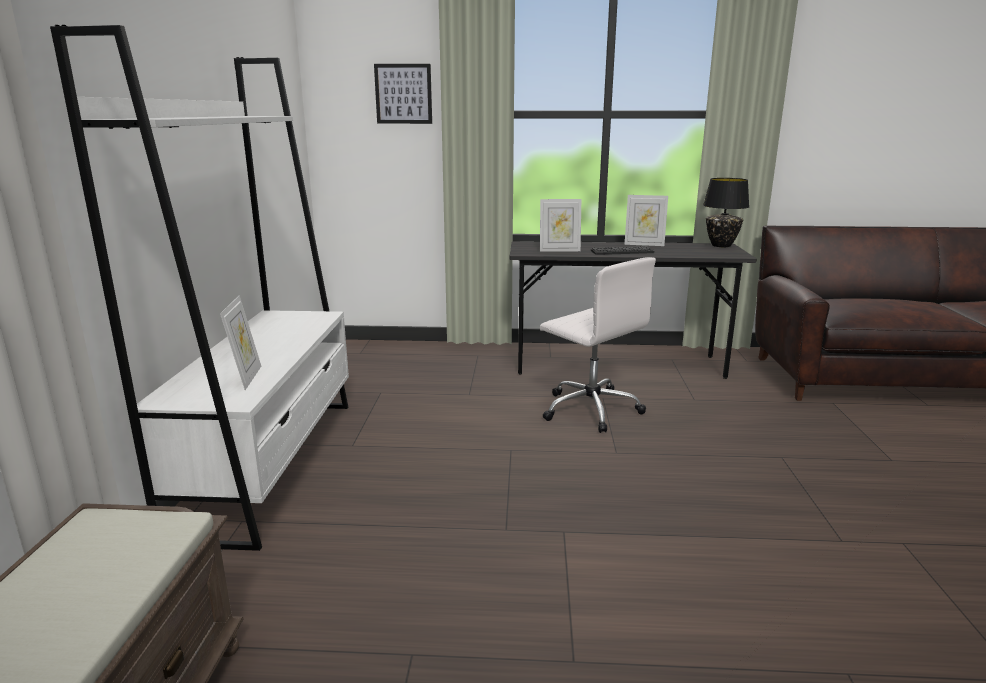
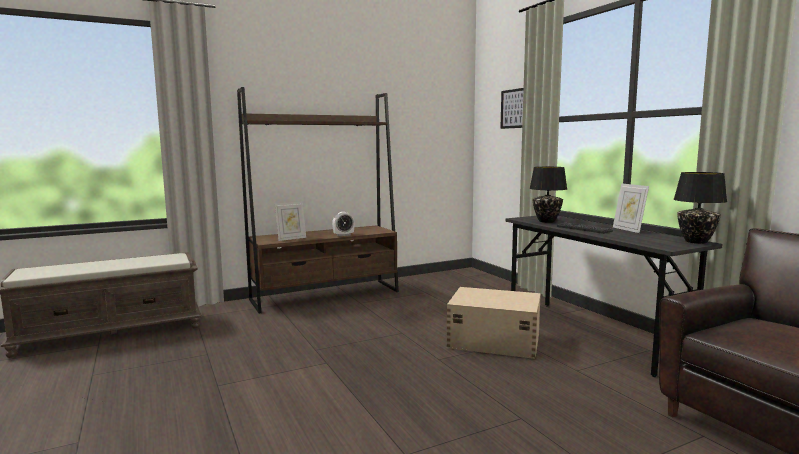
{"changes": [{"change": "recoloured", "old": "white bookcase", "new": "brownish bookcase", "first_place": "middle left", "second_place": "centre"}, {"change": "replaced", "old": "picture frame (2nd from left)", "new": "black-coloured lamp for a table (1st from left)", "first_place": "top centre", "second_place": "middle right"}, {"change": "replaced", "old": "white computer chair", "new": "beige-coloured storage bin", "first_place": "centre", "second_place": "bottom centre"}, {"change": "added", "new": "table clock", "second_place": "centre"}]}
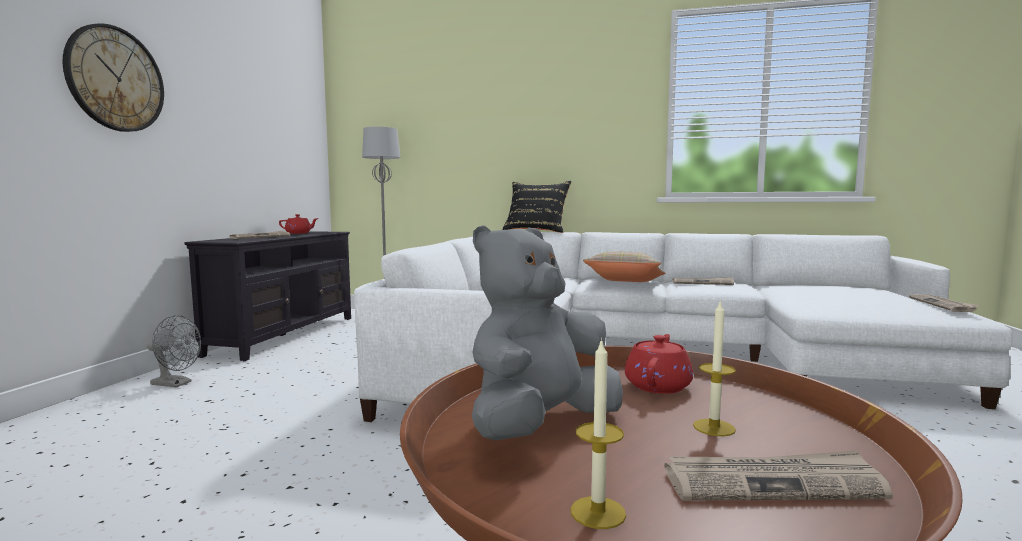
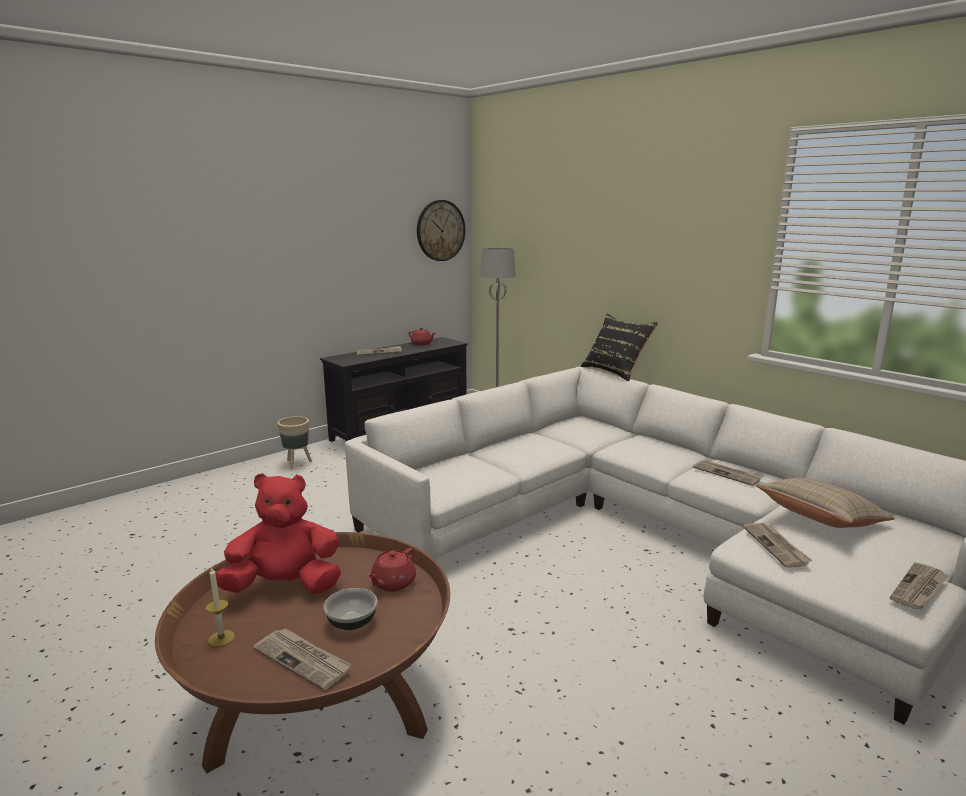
{"changes": [{"change": "moved", "old": "hanging clock", "first_place": "top left", "second_place": "top centre"}, {"change": "recoloured", "old": "grey cuddly toy", "new": "red cuddly toy", "first_place": "centre", "second_place": "bottom left"}, {"change": "moved", "old": "beige-coloured pillow", "first_place": "centre", "second_place": "middle right"}, {"change": "replaced", "old": "wax light (2nd from left)", "new": "serving bowl", "first_place": "bottom right", "second_place": "bottom centre"}, {"change": "replaced", "old": "grey cooling fan", "new": "beige-coloured flower pot", "first_place": "middle left", "second_place": "middle left"}, {"change": "turned", "old": "red teapot (2nd from left in the first image)", "first_place": "bottom centre", "second_place": "bottom centre", "degrees": 150}, {"change": "added", "new": "daily paper (4th from left)", "second_place": "bottom right"}]}
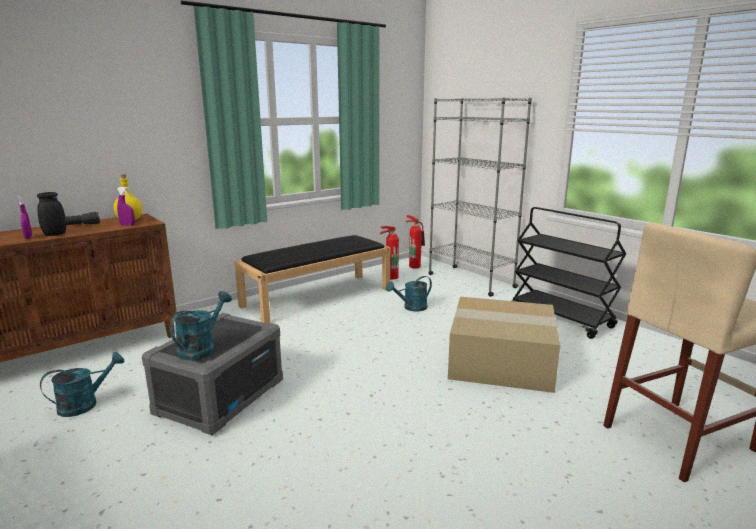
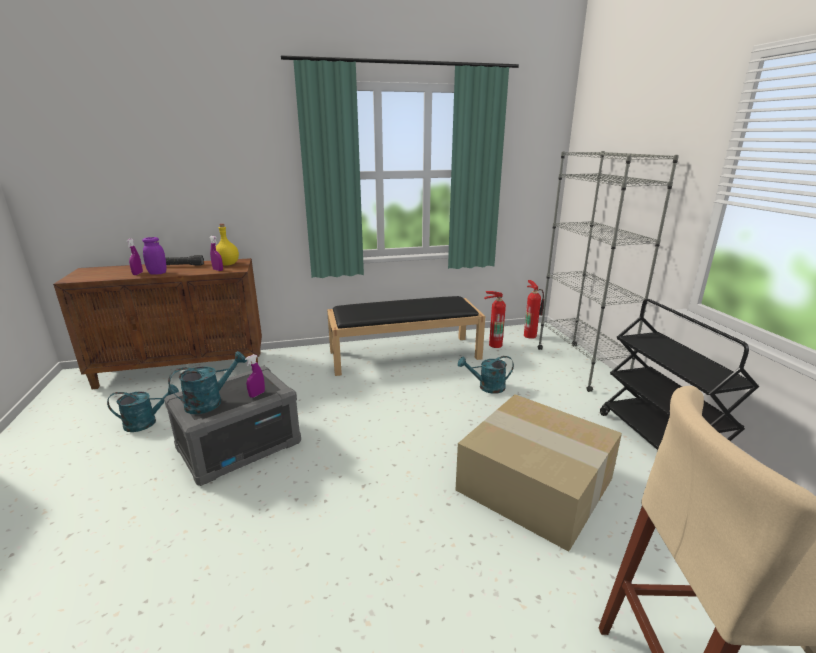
{"changes": [{"change": "recoloured", "old": "black-coloured storage jar", "new": "purplish storage jar", "first_place": "middle left", "second_place": "middle left"}, {"change": "added", "new": "purplish spray bottle (3rd from left)", "second_place": "middle left"}]}
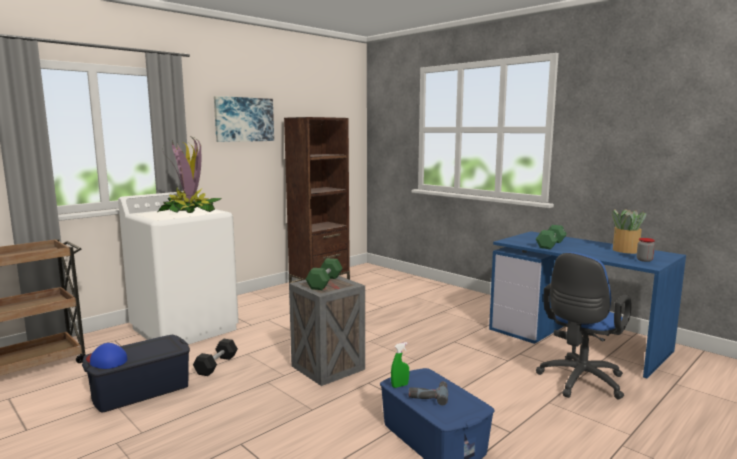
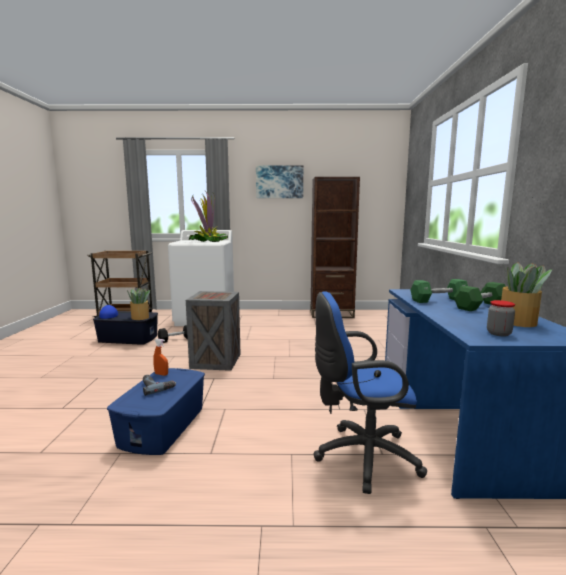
{"changes": [{"change": "moved", "old": "green dumbbell (1st from left in the first image)", "new": "green dumbbell (2nd from left)", "first_place": "centre", "second_place": "middle right"}, {"change": "recoloured", "old": "green spray bottle", "new": "orange spray bottle", "first_place": "bottom centre", "second_place": "middle left"}, {"change": "added", "new": "houseplant (1st from left)", "second_place": "middle left"}]}
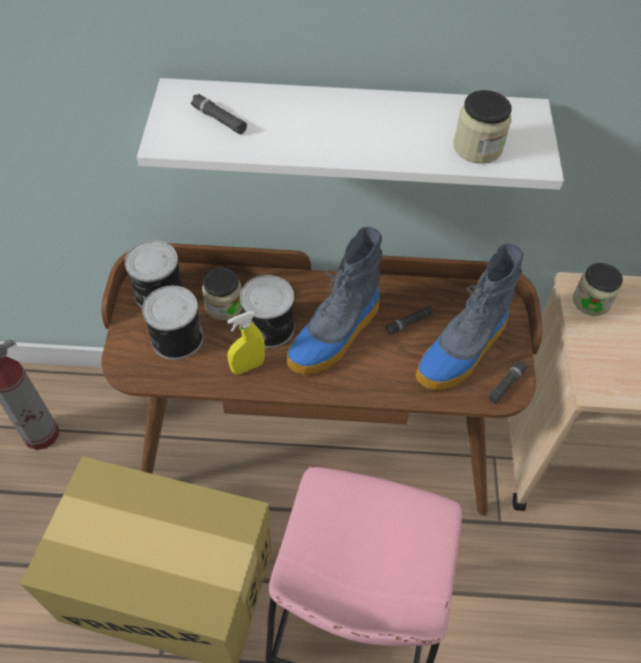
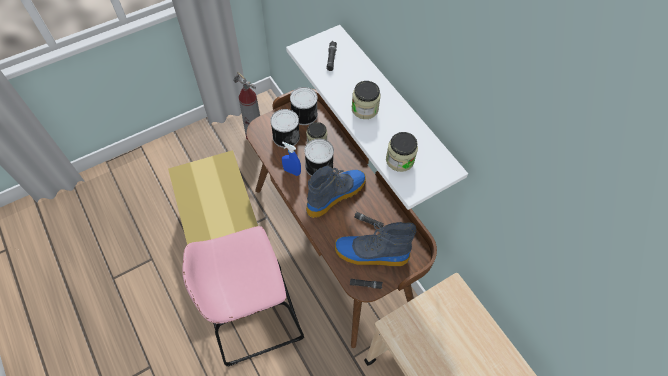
{"changes": [{"change": "turned", "old": "tall boot (1st from left)", "first_place": "centre", "second_place": "centre", "degrees": 135}, {"change": "moved", "old": "storage jar (3rd from left in the first image)", "new": "storage jar (2nd from left)", "first_place": "middle right", "second_place": "top centre"}, {"change": "recoloured", "old": "yellow spray bottle", "new": "bluish spray bottle", "first_place": "centre", "second_place": "centre"}]}
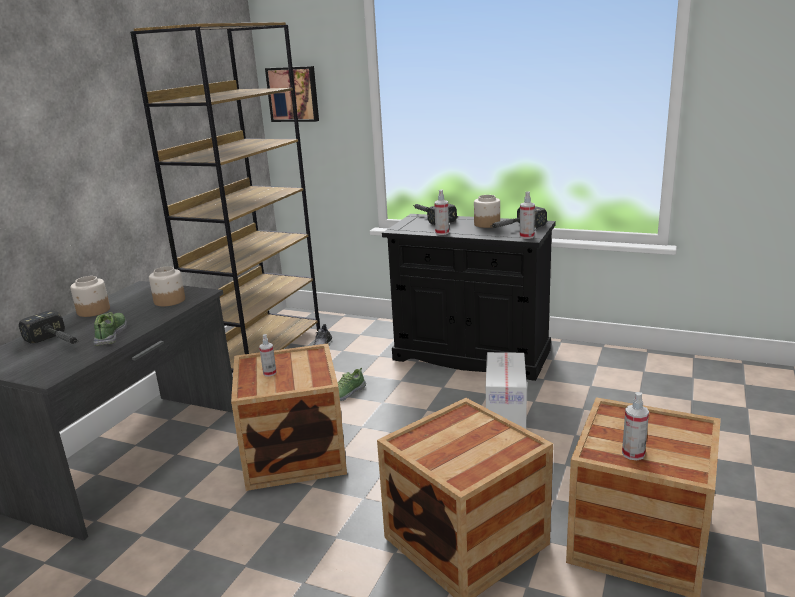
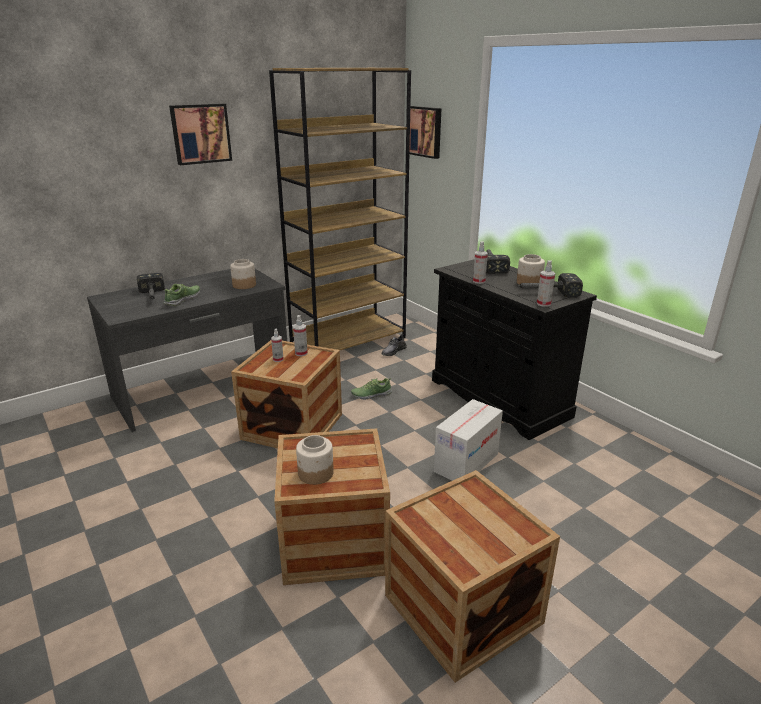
{"changes": [{"change": "moved", "old": "storage jar (1st from left in the first image)", "new": "storage jar (2nd from left)", "first_place": "middle left", "second_place": "centre"}, {"change": "moved", "old": "spray bottle (4th from left in the first image)", "new": "spray bottle (2nd from left)", "first_place": "bottom right", "second_place": "centre"}, {"change": "added", "new": "wall picture (1st from left)", "second_place": "top left"}]}
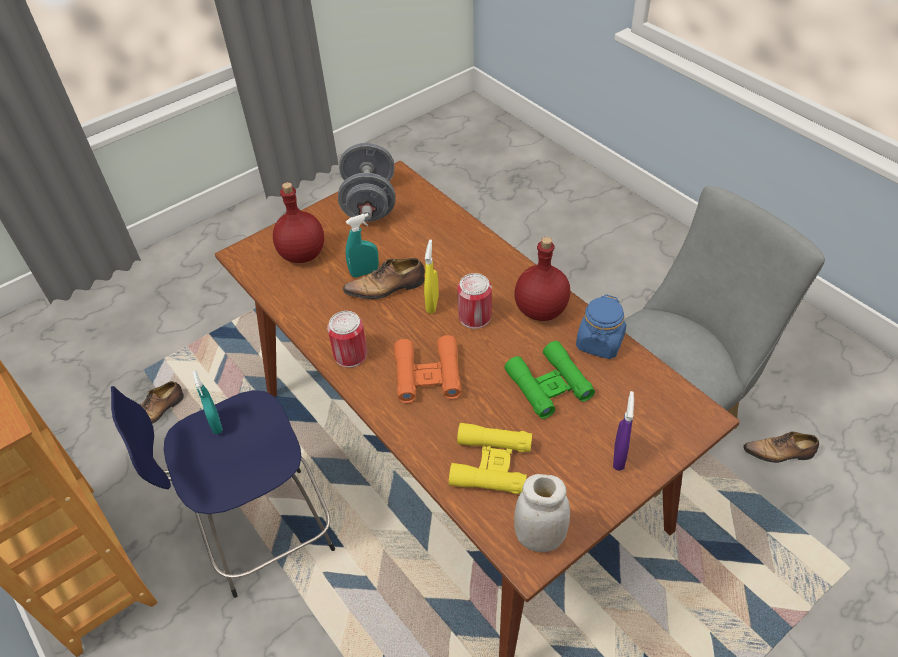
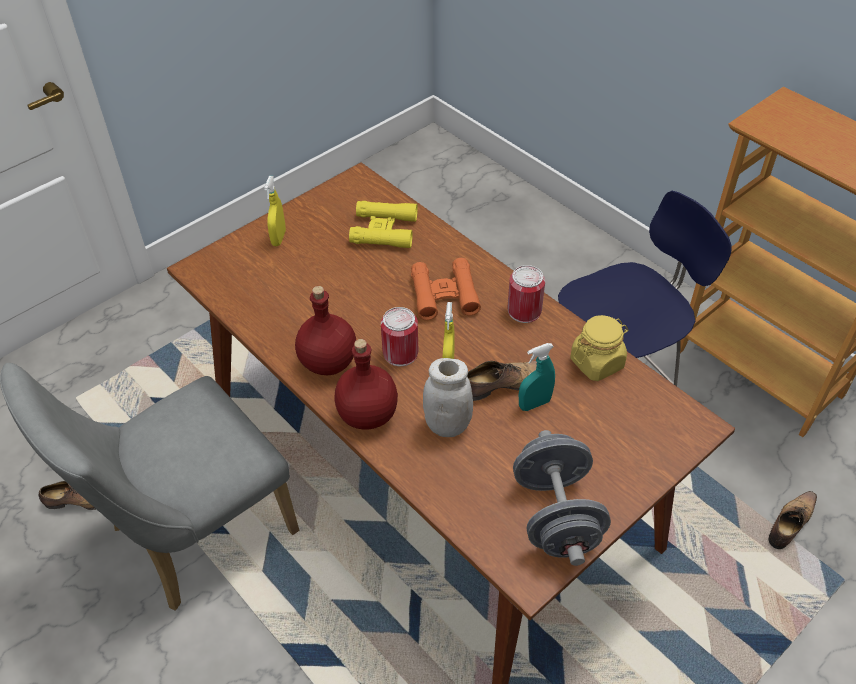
{"changes": [{"change": "moved", "old": "red bottle (1st from left in the first image)", "new": "red bottle (2nd from left)", "first_place": "middle left", "second_place": "centre"}, {"change": "removed", "old": "bluish storage jar", "first_place": "middle right"}, {"change": "removed", "old": "green field glasses", "first_place": "centre"}, {"change": "removed", "old": "turquoise spray bottle (1st from left)", "first_place": "middle left"}, {"change": "recoloured", "old": "purplish spray bottle", "new": "yellow spray bottle (1st from left)", "first_place": "middle right", "second_place": "top left"}, {"change": "moved", "old": "white storage jar", "first_place": "bottom centre", "second_place": "centre"}, {"change": "added", "new": "yellow storage jar", "second_place": "middle right"}]}
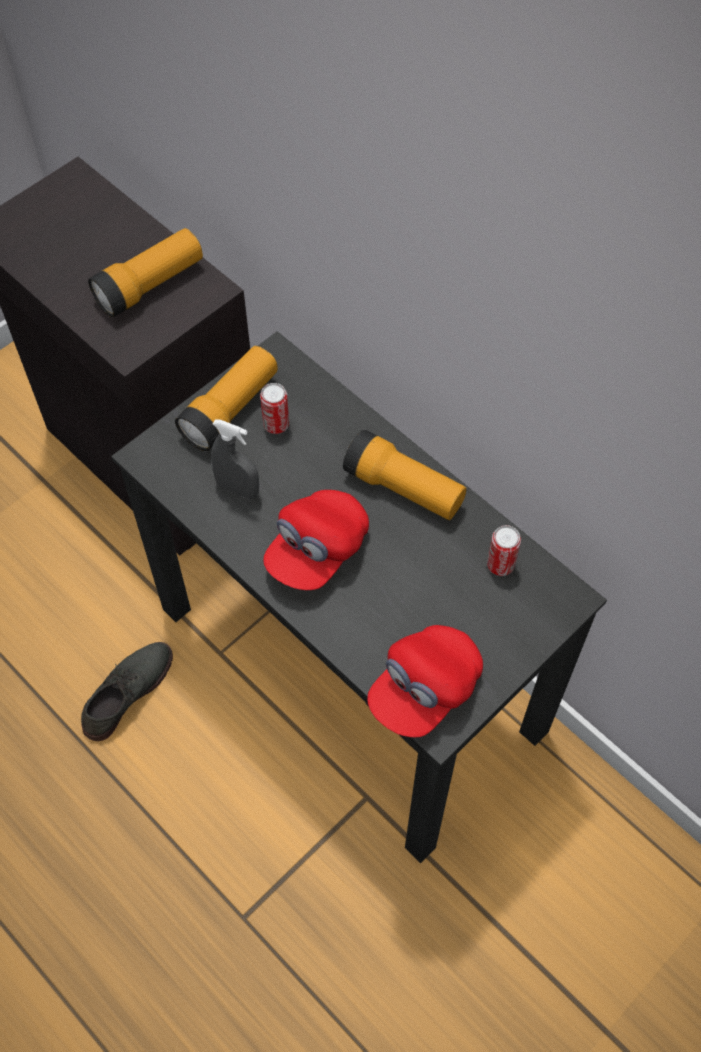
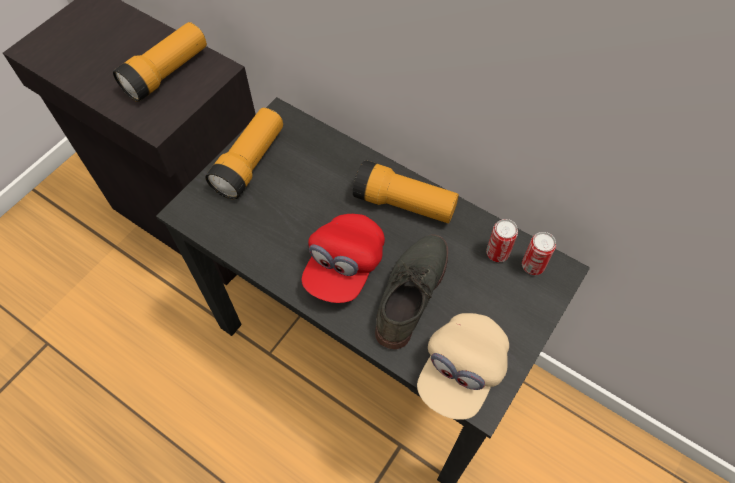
{"changes": [{"change": "moved", "old": "metal can (1st from left in the first image)", "new": "metal can (2nd from left)", "first_place": "centre", "second_place": "middle right"}, {"change": "removed", "old": "grey spray bottle", "first_place": "centre"}, {"change": "recoloured", "old": "red cap (2nd from left)", "new": "beige-coloured cap", "first_place": "centre", "second_place": "bottom centre"}, {"change": "moved", "old": "grey item of footwear", "first_place": "middle left", "second_place": "centre"}]}
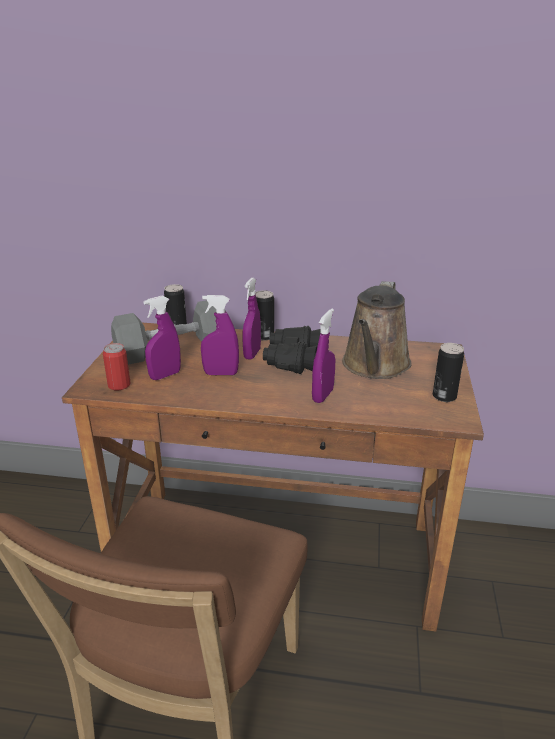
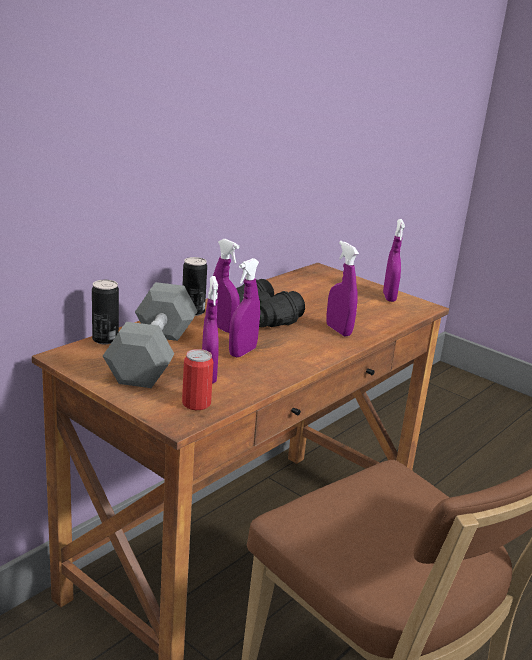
{"changes": [{"change": "removed", "old": "brownish watering can", "first_place": "middle right"}, {"change": "replaced", "old": "metal can (4th from left)", "new": "purplish spray bottle (5th from left)", "first_place": "middle right", "second_place": "middle right"}]}
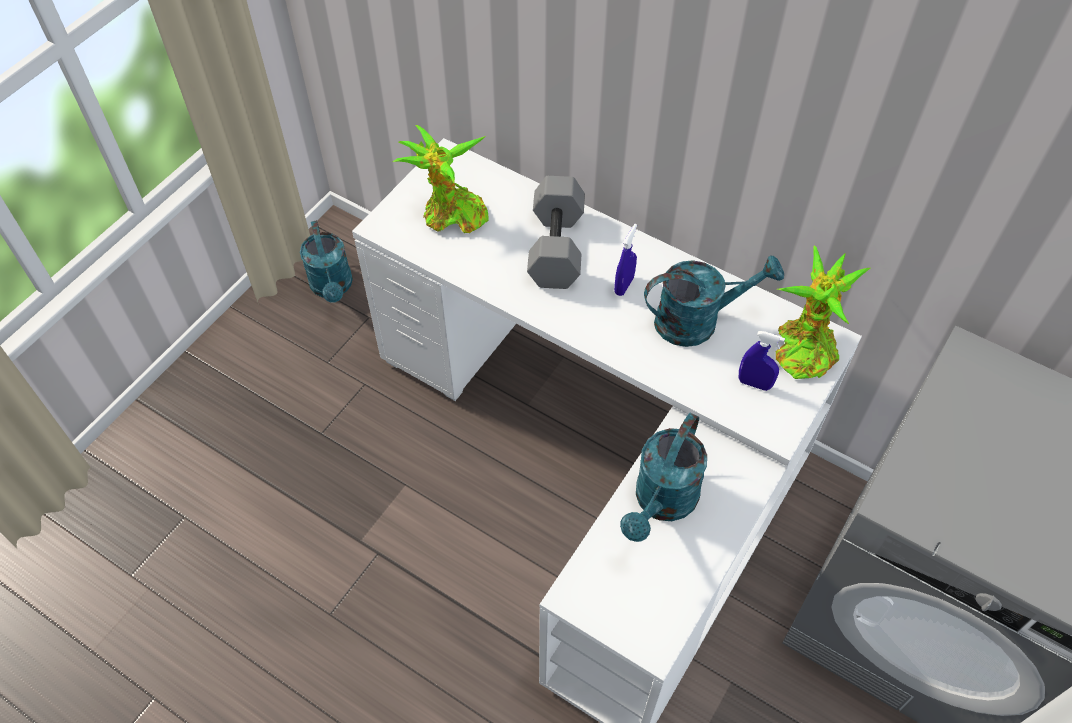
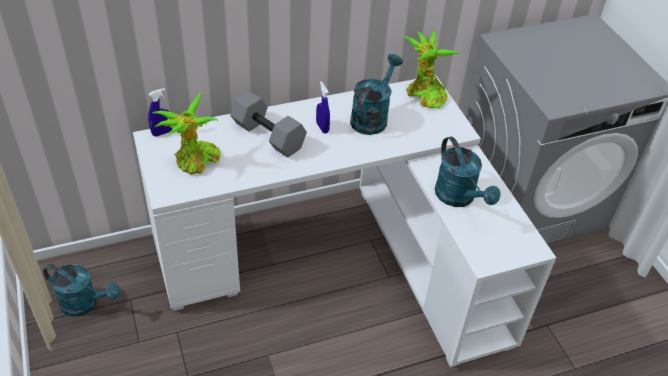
{"changes": [{"change": "moved", "old": "bluish spray bottle (2nd from left in the first image)", "new": "bluish spray bottle (1st from left)", "first_place": "middle right", "second_place": "top left"}]}
